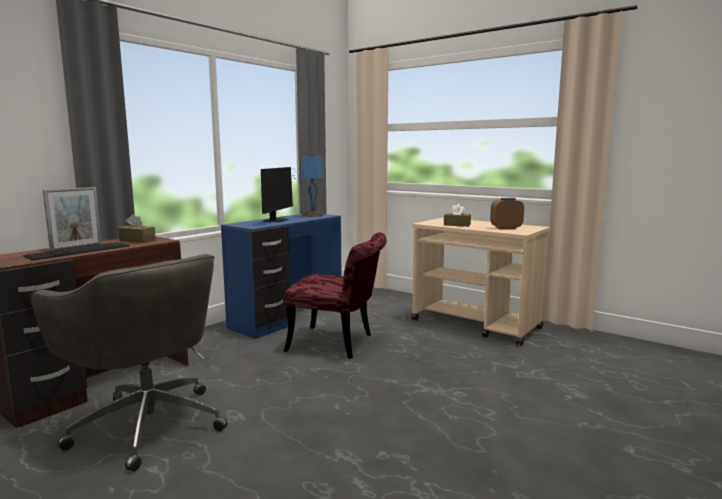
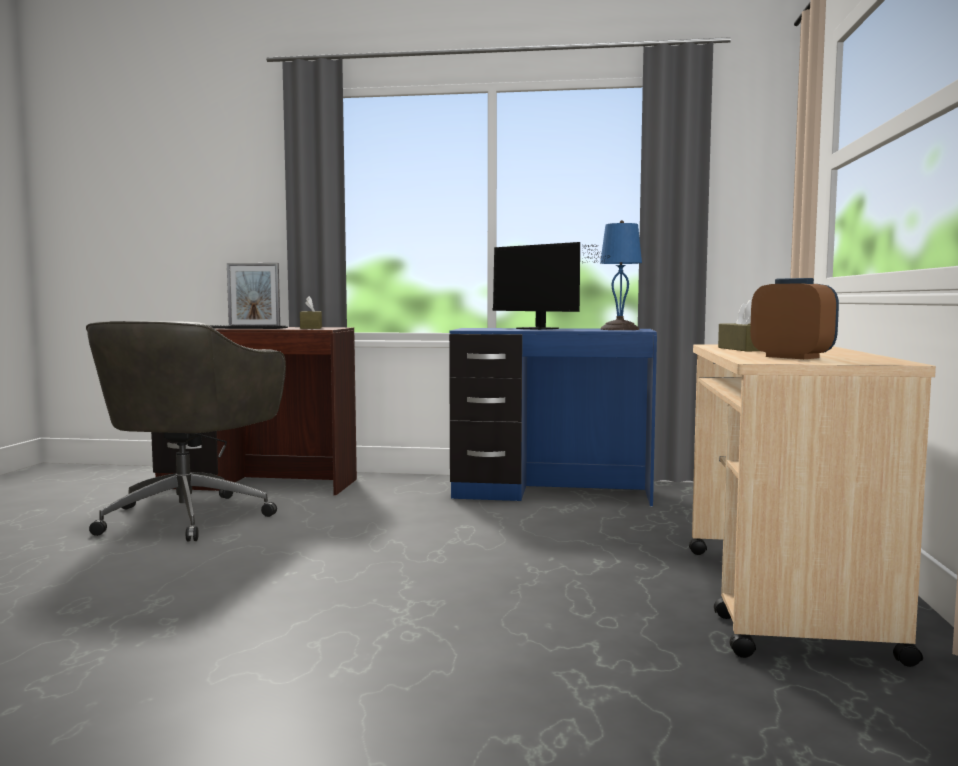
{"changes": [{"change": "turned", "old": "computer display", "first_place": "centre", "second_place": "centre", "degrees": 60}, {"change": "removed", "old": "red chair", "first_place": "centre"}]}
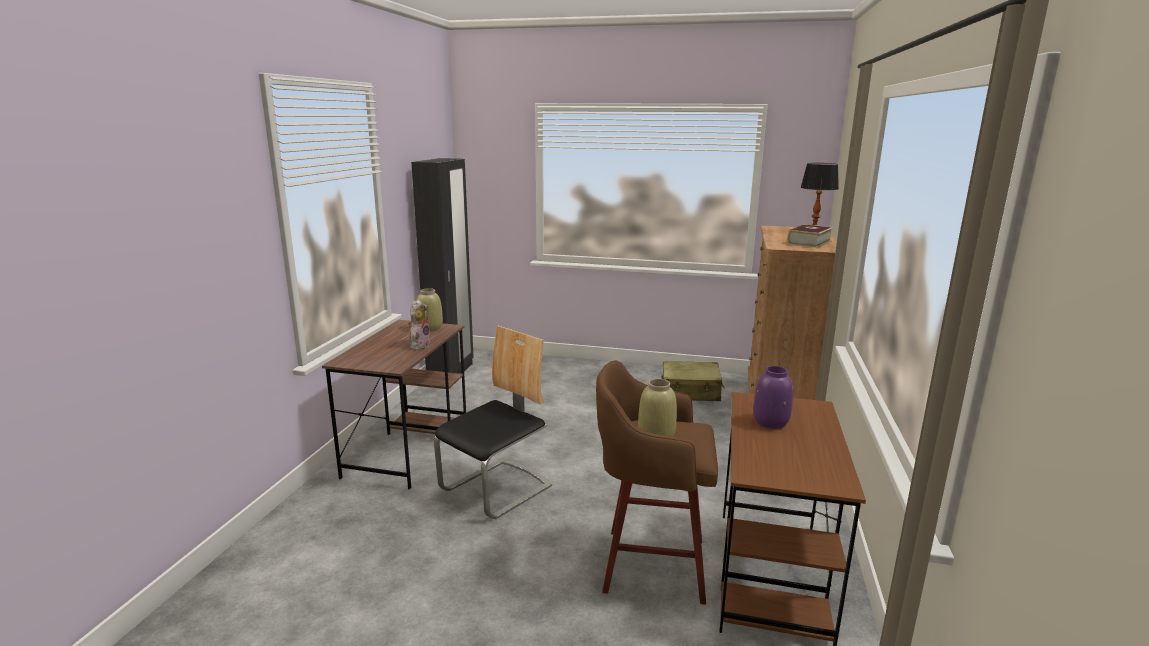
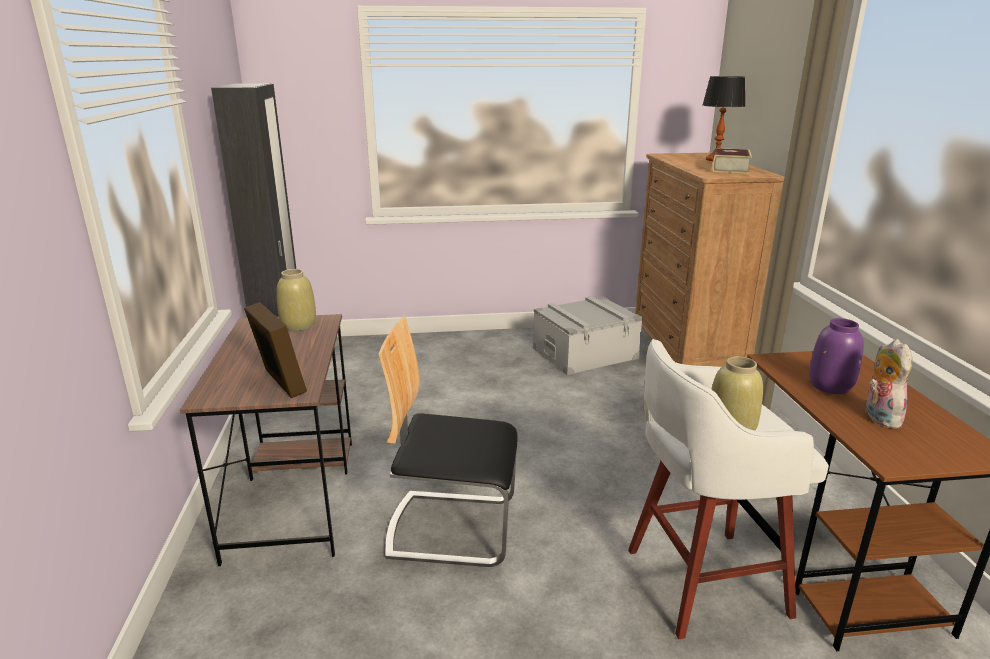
{"changes": [{"change": "moved", "old": "cuddly toy", "first_place": "centre", "second_place": "middle right"}, {"change": "turned", "old": "chair", "first_place": "centre", "second_place": "bottom centre", "degrees": -105}, {"change": "recoloured", "old": "brownish stool seat", "new": "white stool seat", "first_place": "bottom centre", "second_place": "bottom right"}, {"change": "replaced", "old": "beige-coloured travel case", "new": "grey storage bin", "first_place": "centre", "second_place": "centre"}, {"change": "added", "new": "picture frame", "second_place": "middle left"}]}
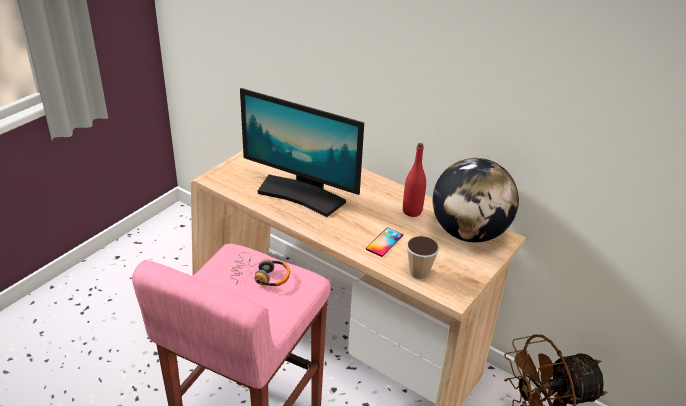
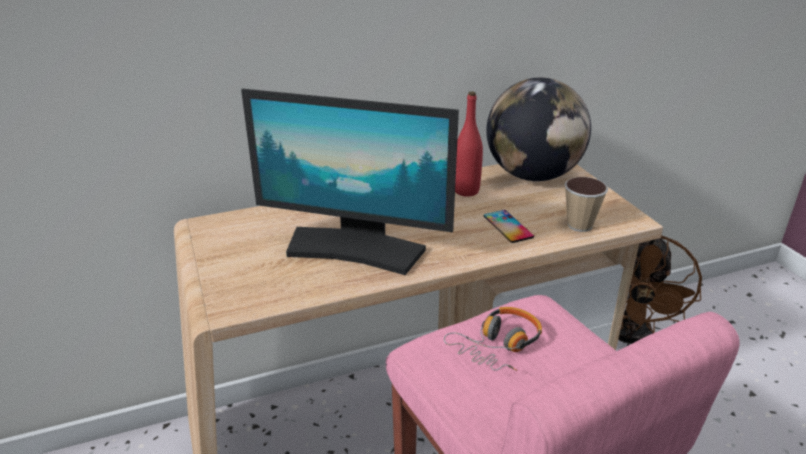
{"changes": [{"change": "turned", "old": "computer display", "first_place": "centre", "second_place": "centre", "degrees": 45}]}
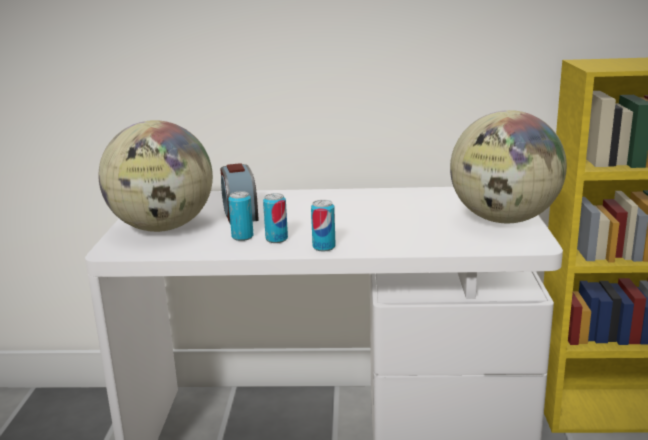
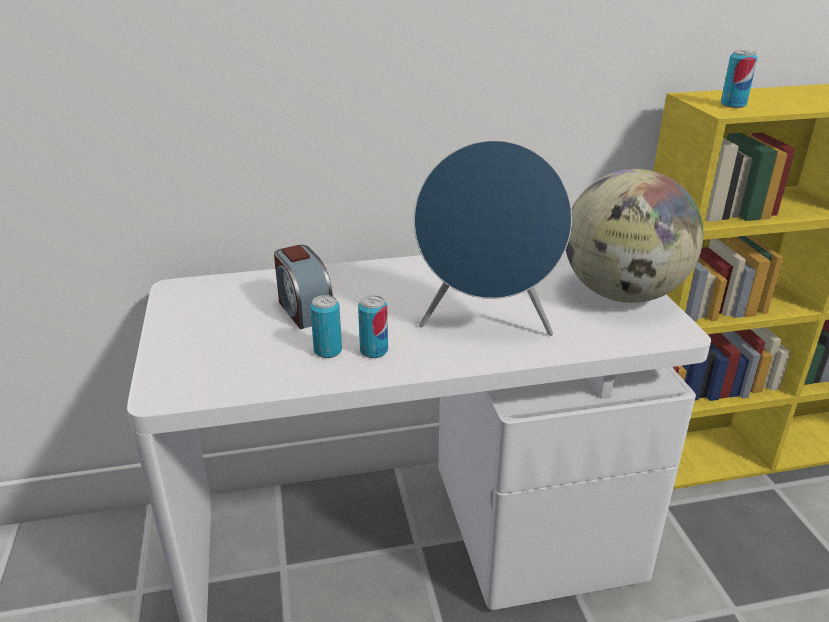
{"changes": [{"change": "removed", "old": "world globe (1st from left)", "first_place": "middle left"}, {"change": "moved", "old": "metal can (3rd from left)", "first_place": "centre", "second_place": "top right"}, {"change": "added", "new": "bluish audio speaker", "second_place": "centre"}]}
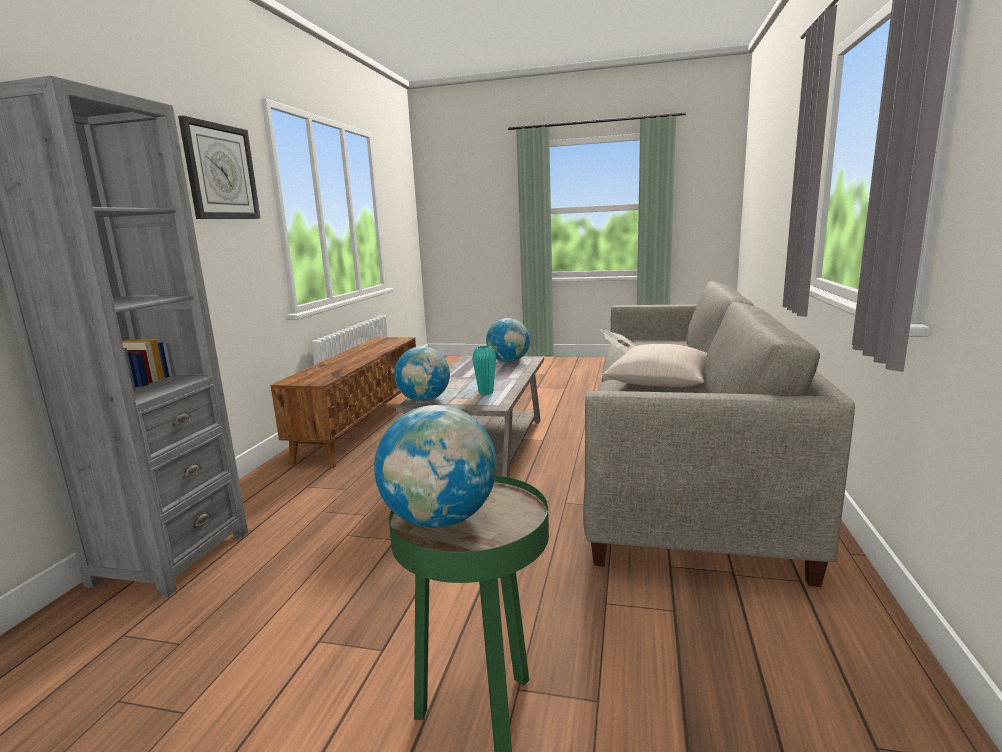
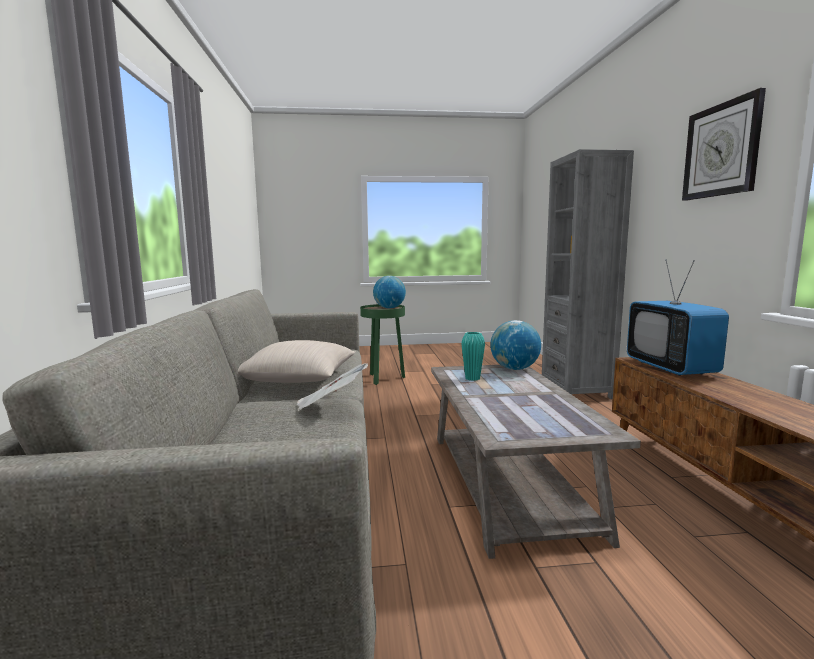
{"changes": [{"change": "removed", "old": "world globe (3rd from left)", "first_place": "centre"}, {"change": "added", "new": "television", "second_place": "middle right"}]}
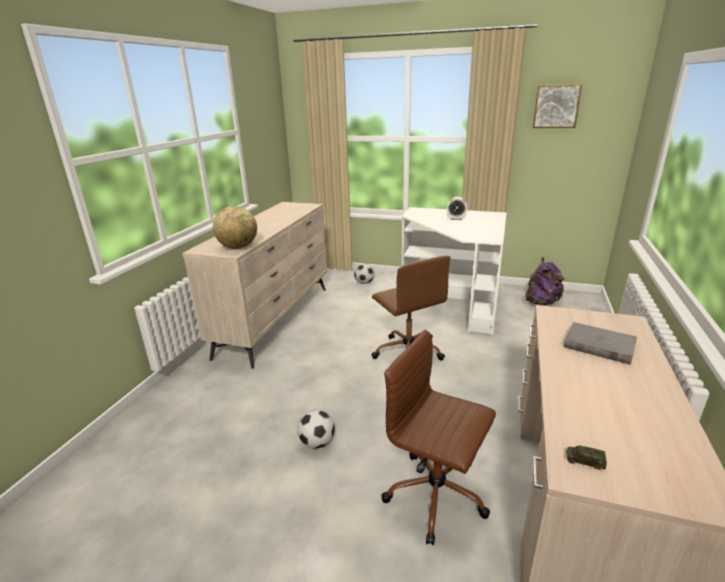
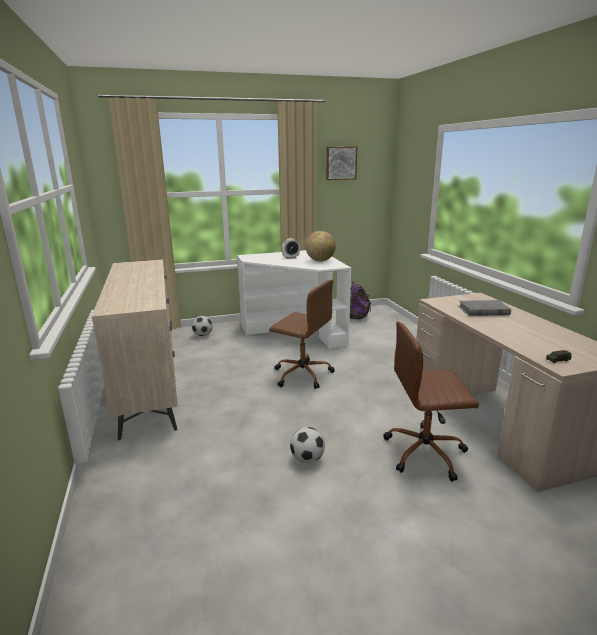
{"changes": [{"change": "moved", "old": "world globe", "first_place": "middle left", "second_place": "centre"}]}
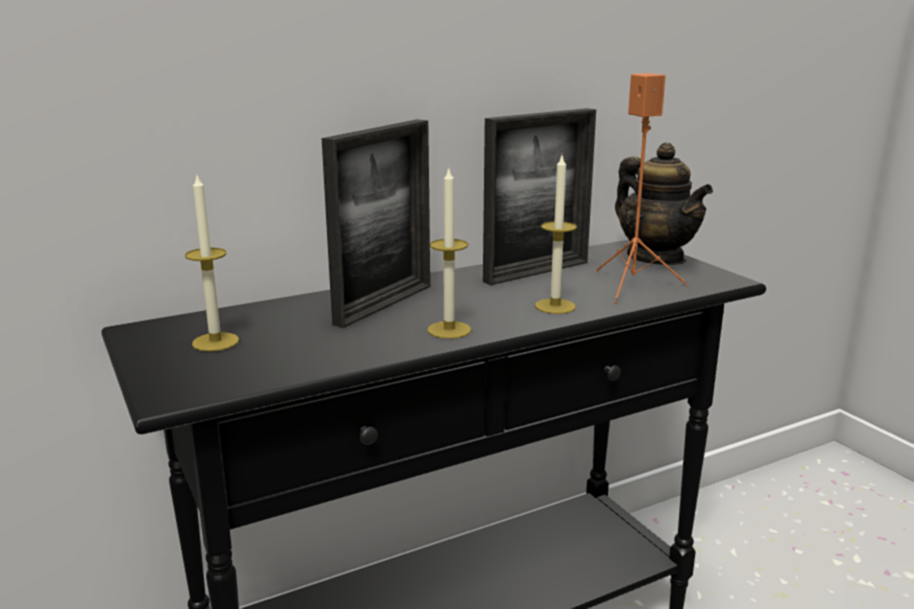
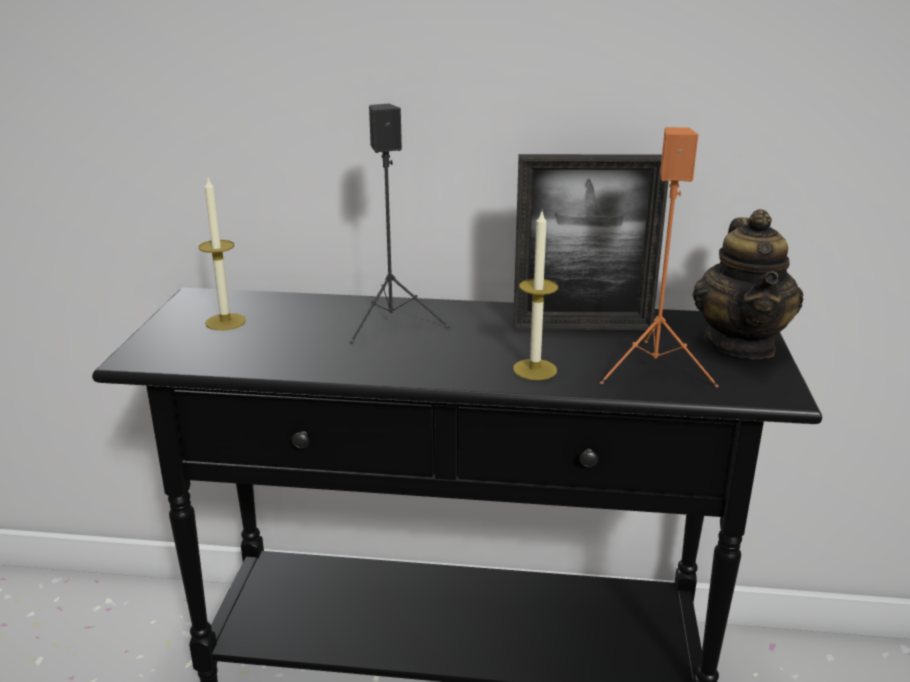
{"changes": [{"change": "replaced", "old": "picture frame (1st from left)", "new": "black-coloured audio speaker", "first_place": "centre", "second_place": "top centre"}, {"change": "removed", "old": "wax light (2nd from left)", "first_place": "centre"}]}
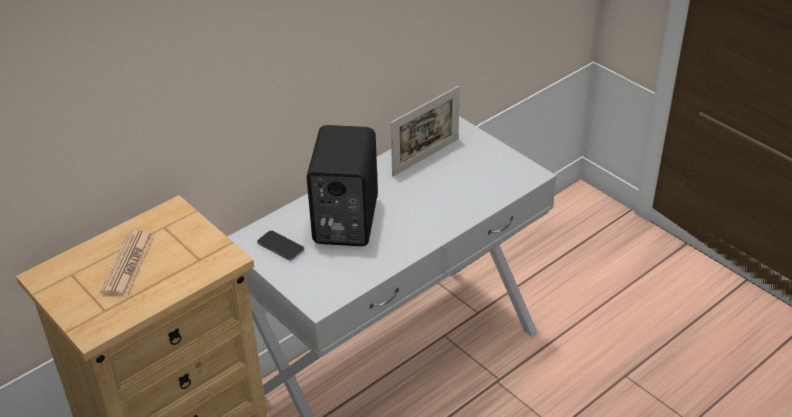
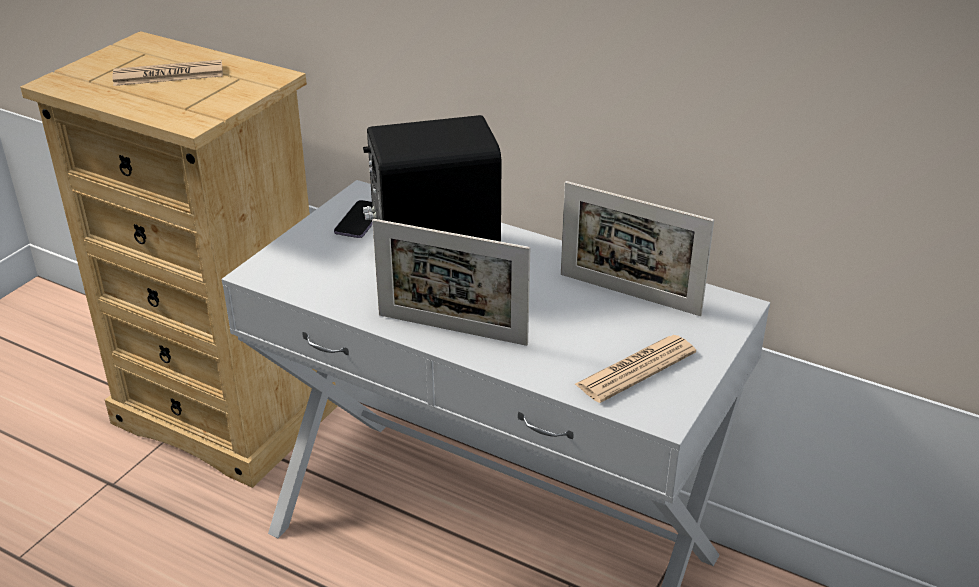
{"changes": [{"change": "added", "new": "picture frame (1st from left)", "second_place": "centre"}, {"change": "added", "new": "daily paper (2nd from left)", "second_place": "centre"}]}
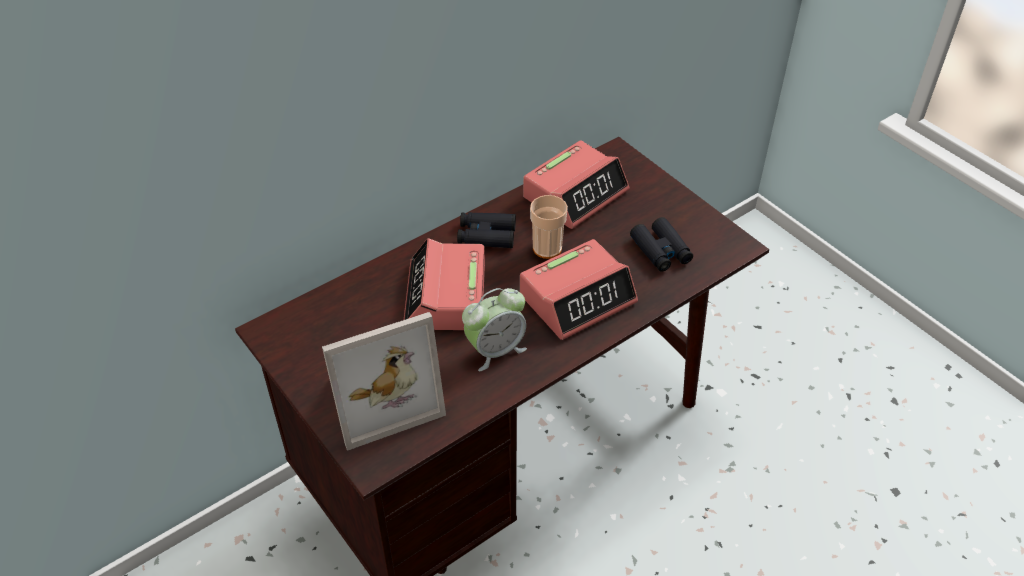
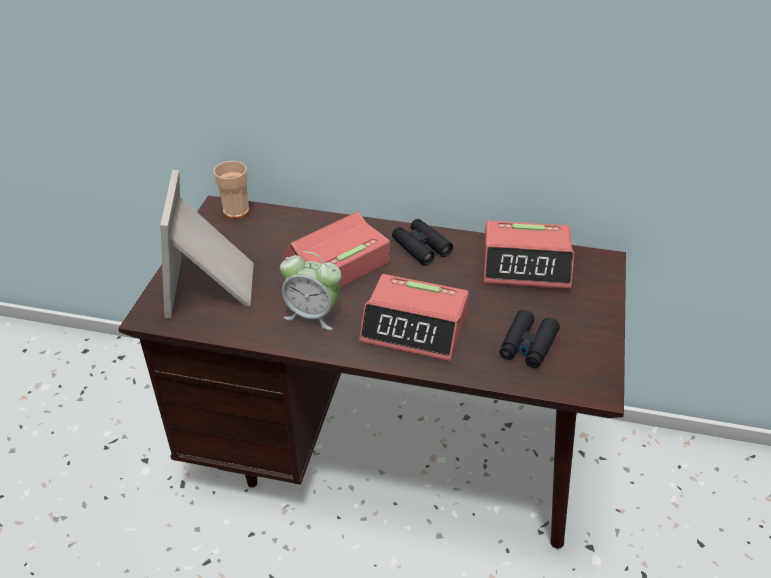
{"changes": [{"change": "moved", "old": "cup", "first_place": "centre", "second_place": "top left"}, {"change": "turned", "old": "picture frame", "first_place": "centre", "second_place": "middle left", "degrees": 60}]}
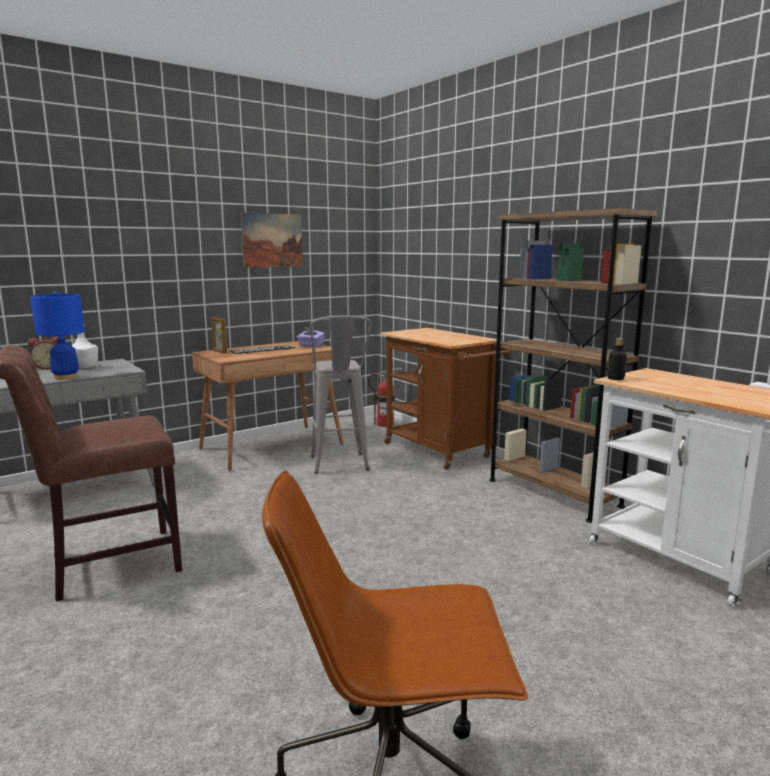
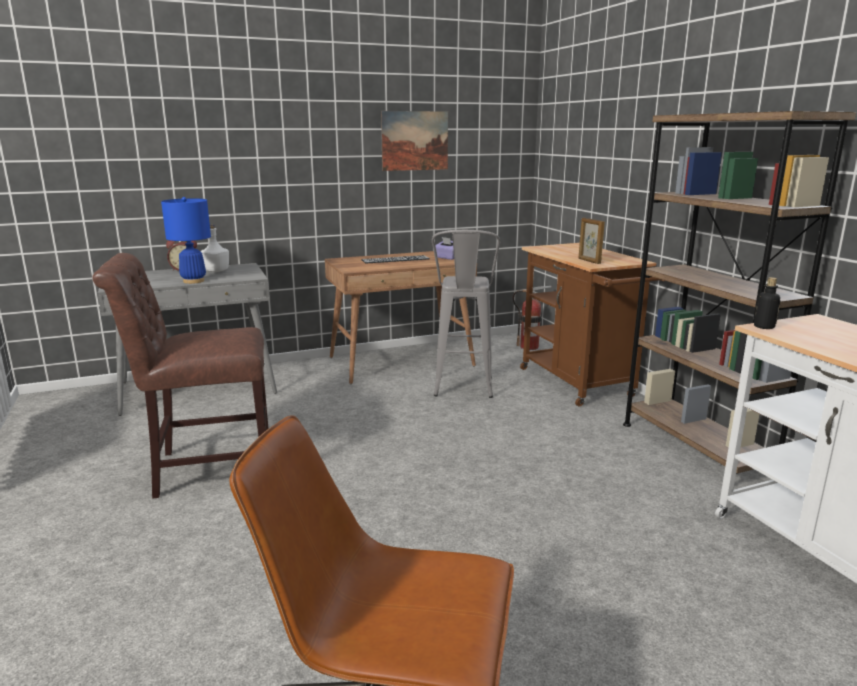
{"changes": [{"change": "moved", "old": "picture frame", "first_place": "middle left", "second_place": "middle right"}]}
